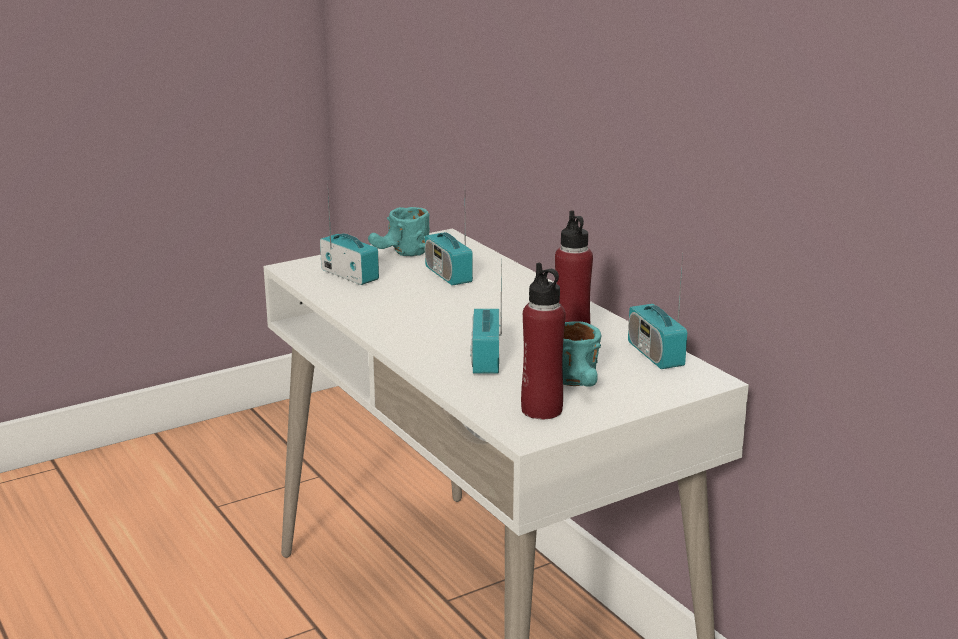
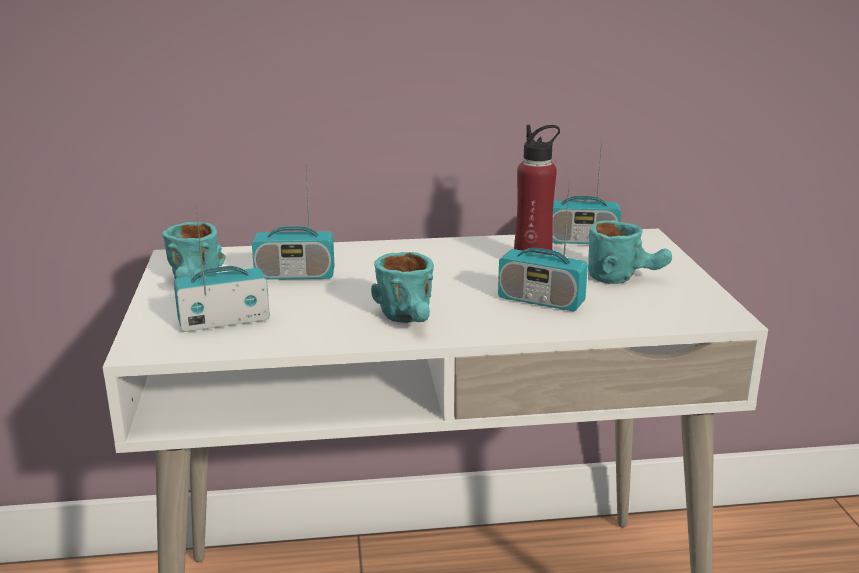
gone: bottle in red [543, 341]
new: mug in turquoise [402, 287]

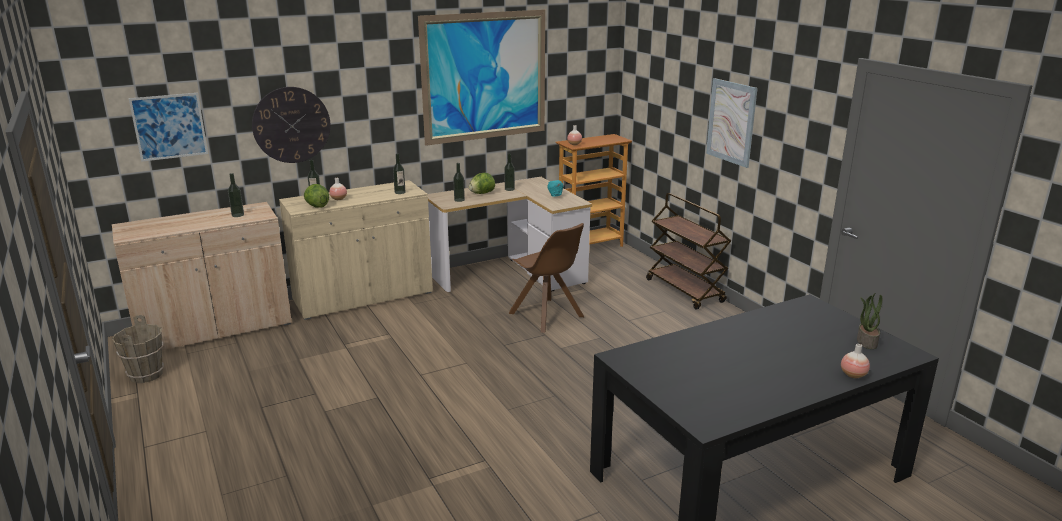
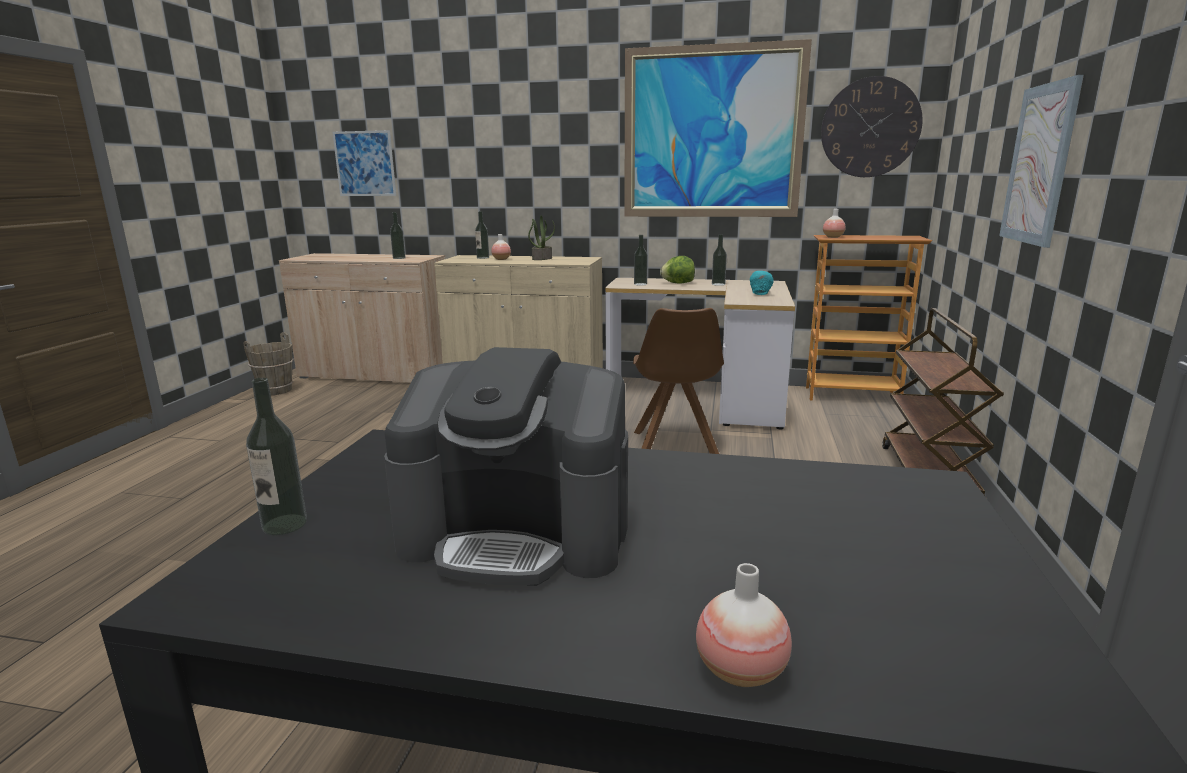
gone: lettuce [316, 196]
new: coffee machine [506, 466]
shifted: wall clock [291, 125] to [872, 126]; bottle [399, 173] to [276, 456]; potted plant [869, 321] to [541, 237]

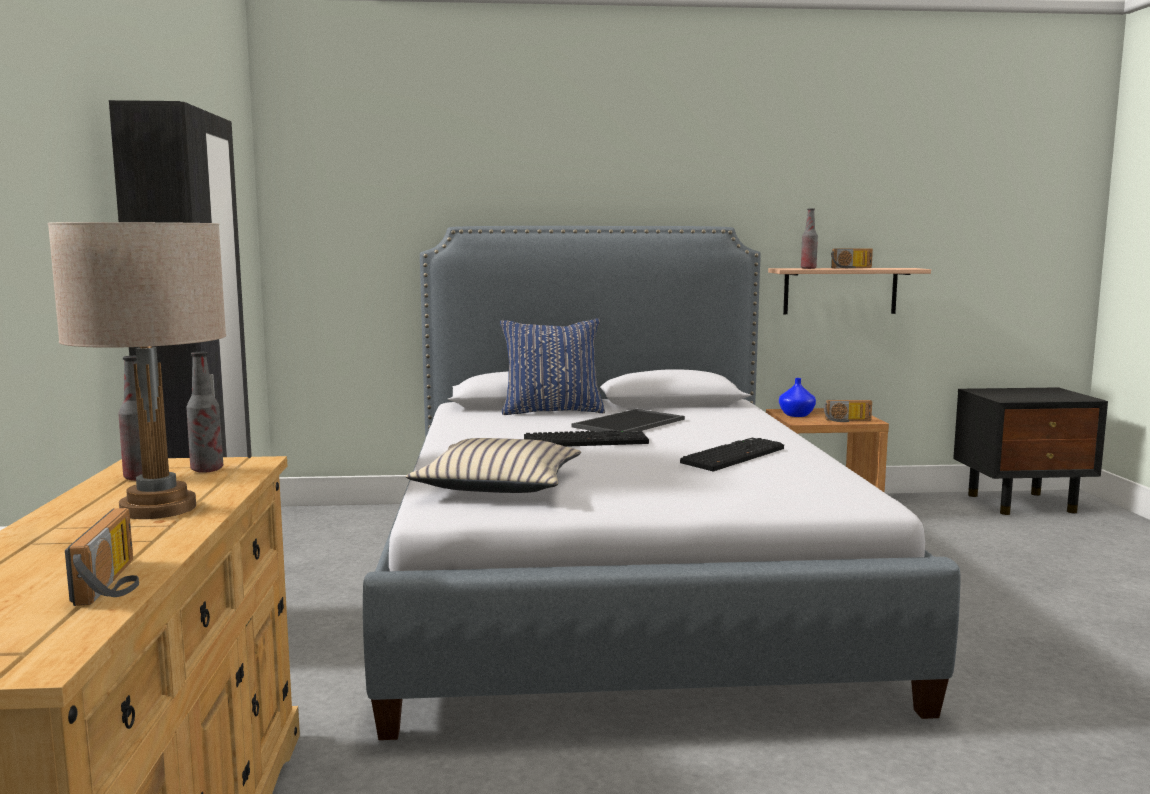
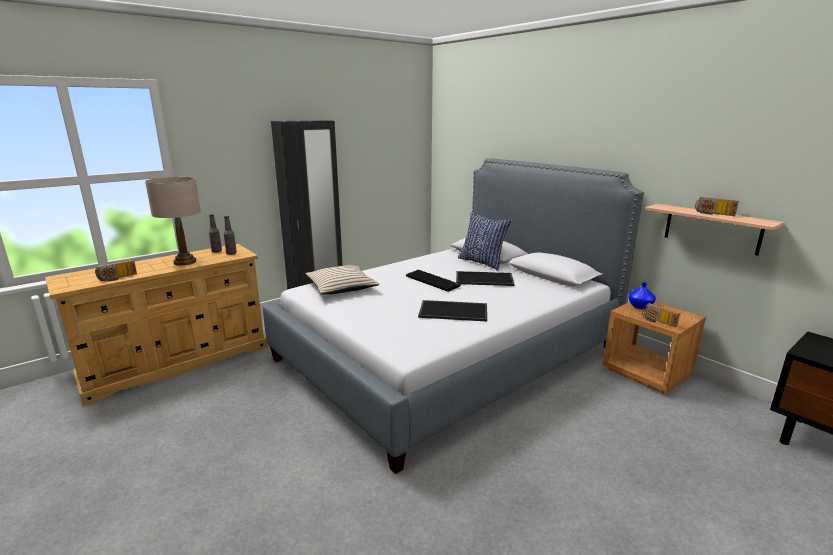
gone: bottle [809, 238]
swapped: keyboard [732, 454] to tray [452, 311]

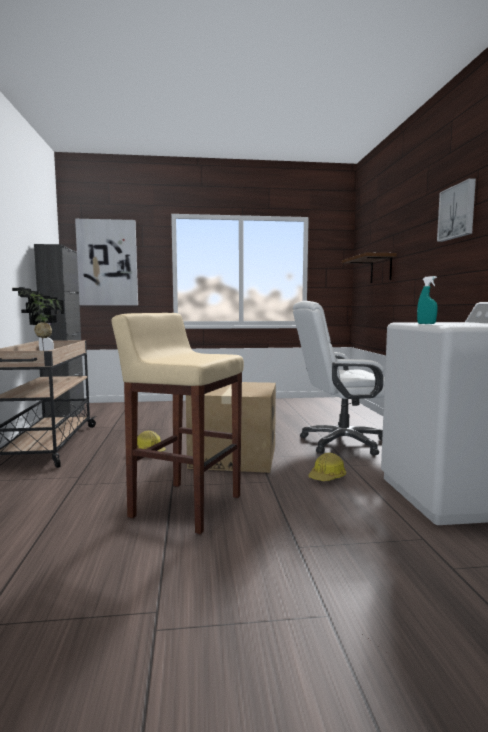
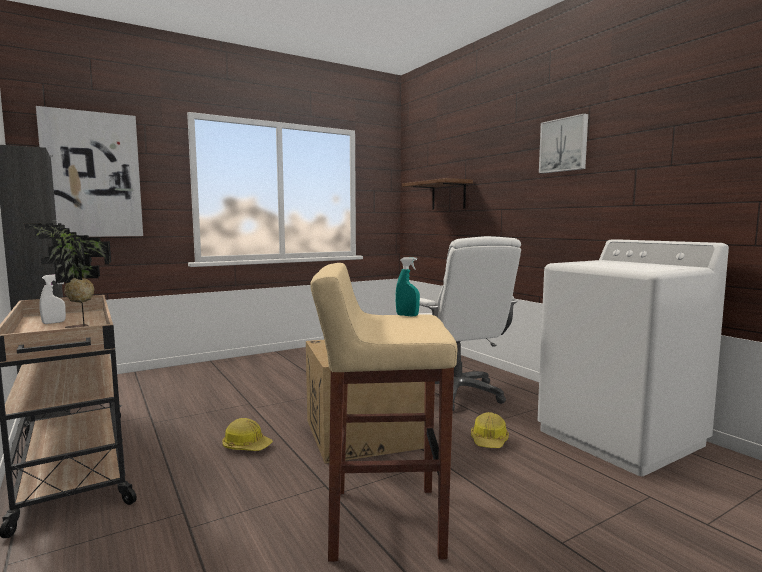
shifted: spray bottle in turquoise [427, 300] to [407, 287]
rotated: office chair in white [339, 378] = [469, 323] 75 degrees counterclockwise

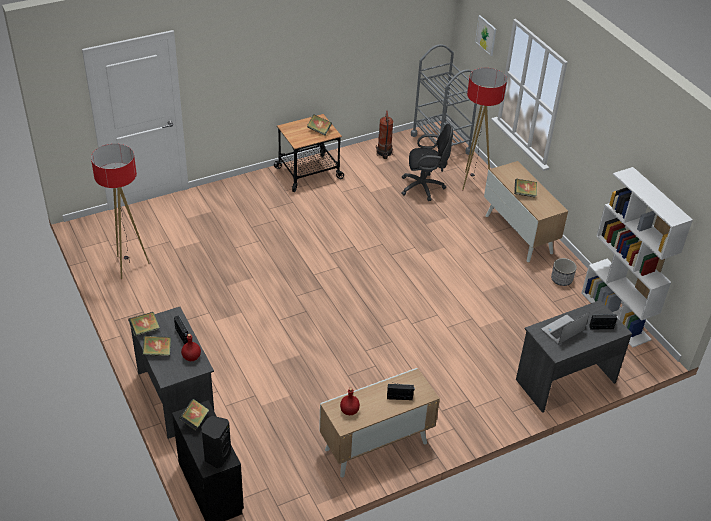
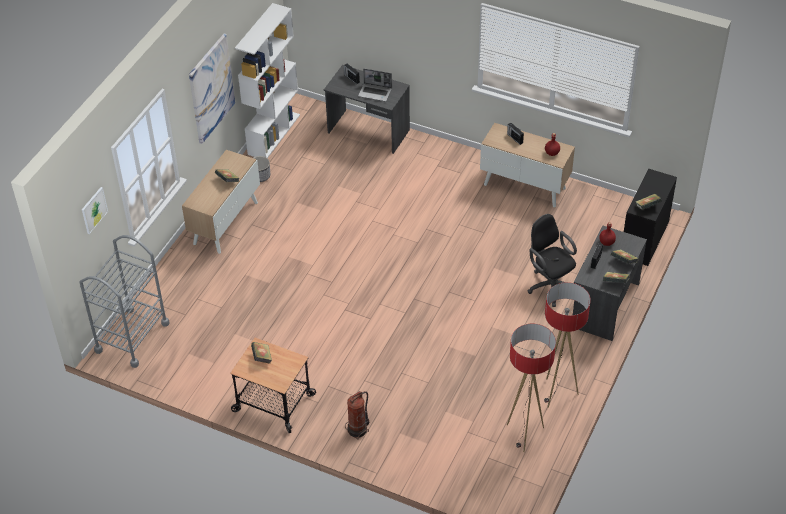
gone: speaker in black [216, 442]
new: picture [212, 88]
shifted: fire extinguisher [385, 134] to [357, 415]; office chair in black [427, 162] to [552, 260]; floor lamp [484, 129] to [567, 345]

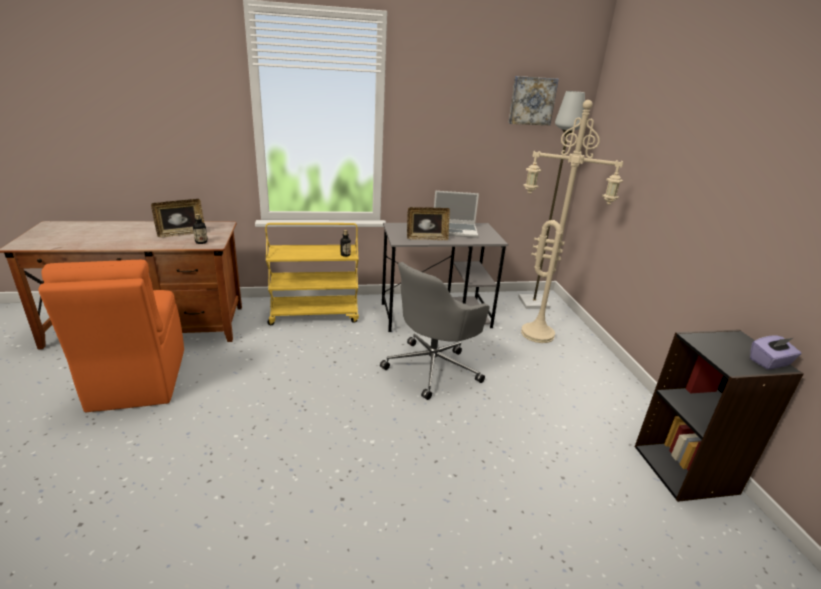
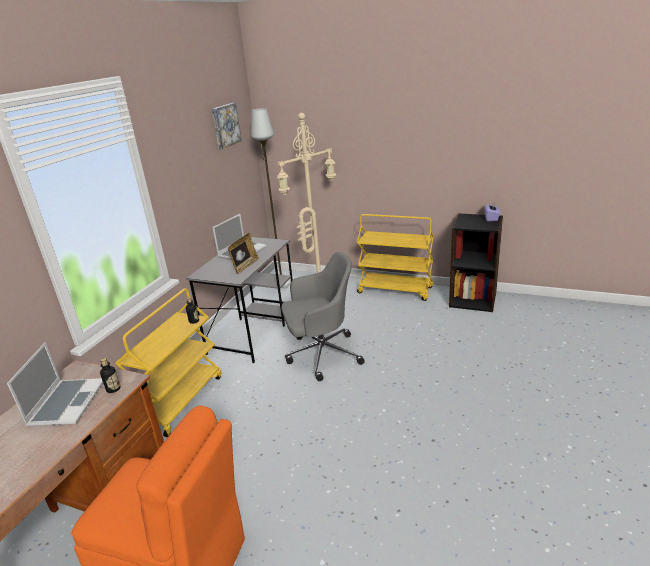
new: cart in yellow [395, 257]
swapped: picture frame [178, 218] to laptop [55, 384]
rotated: office chair in grey [435, 331] = [323, 316] 90 degrees counterclockwise

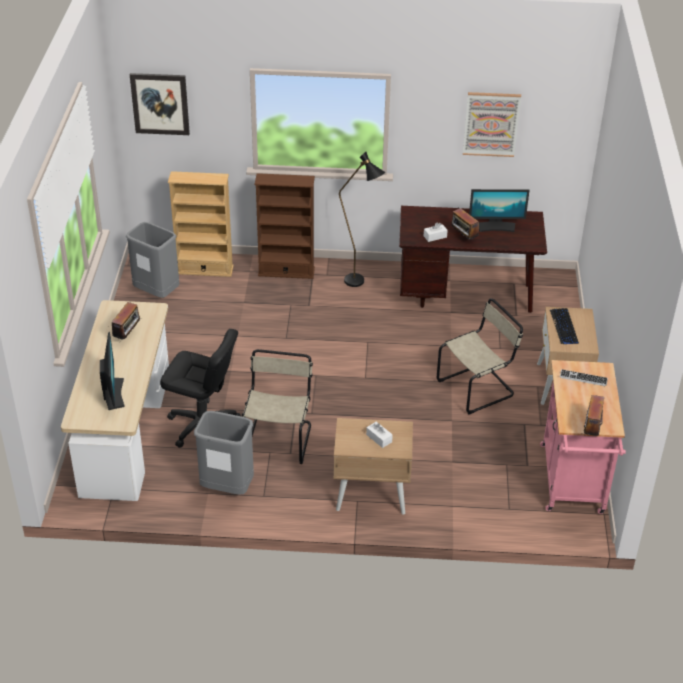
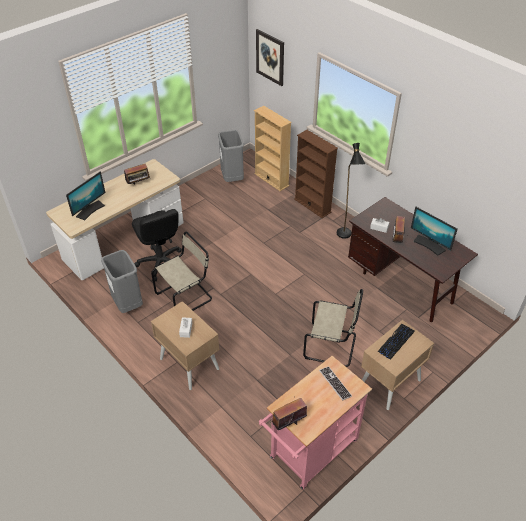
gone: picture [492, 124]

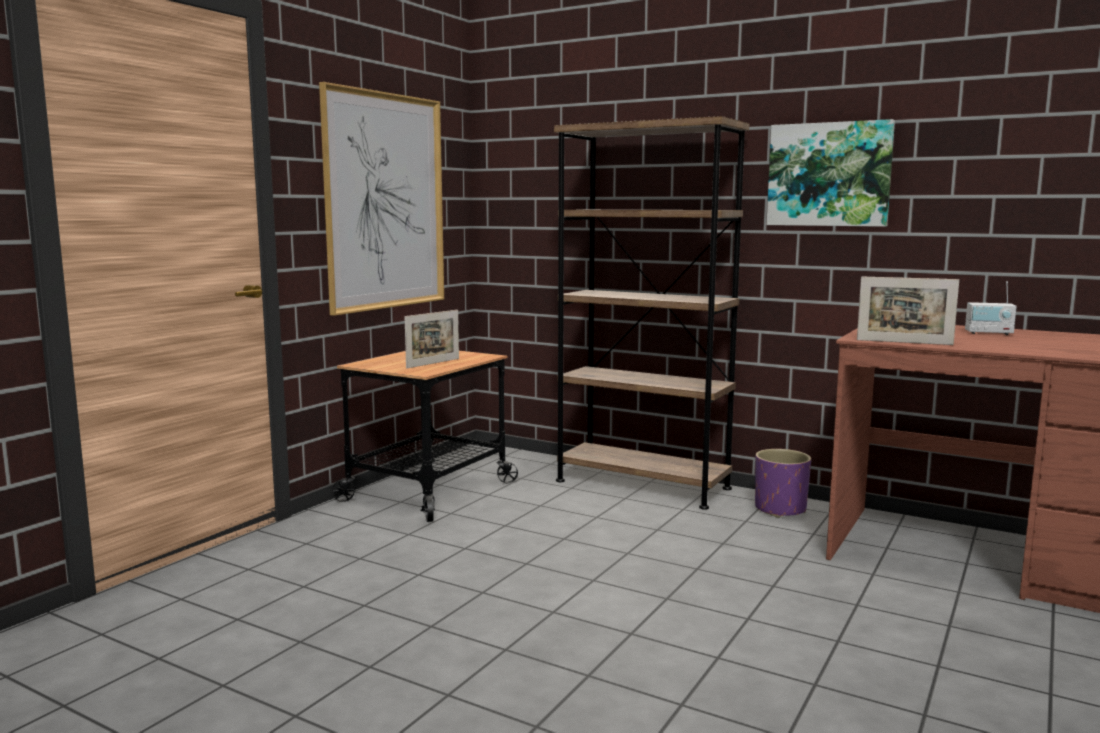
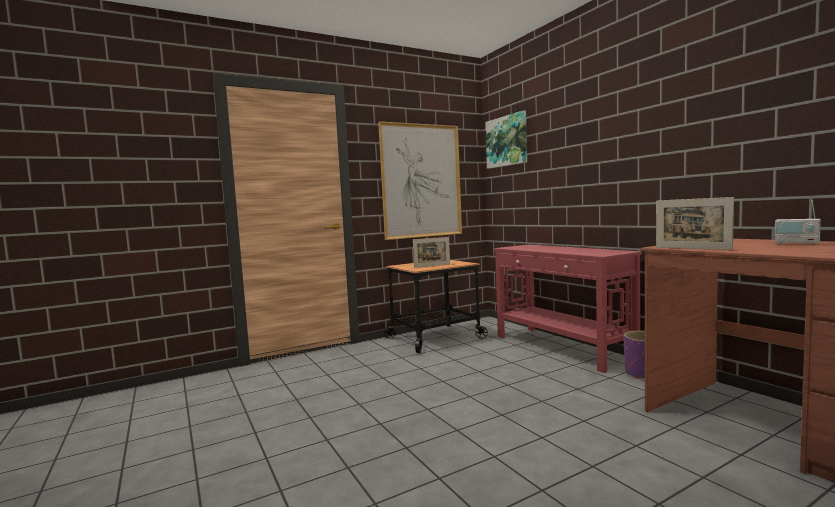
shifted: picture [831, 173] to [506, 139]
swapped: bookcase in brown [651, 313] to console table in red [568, 309]

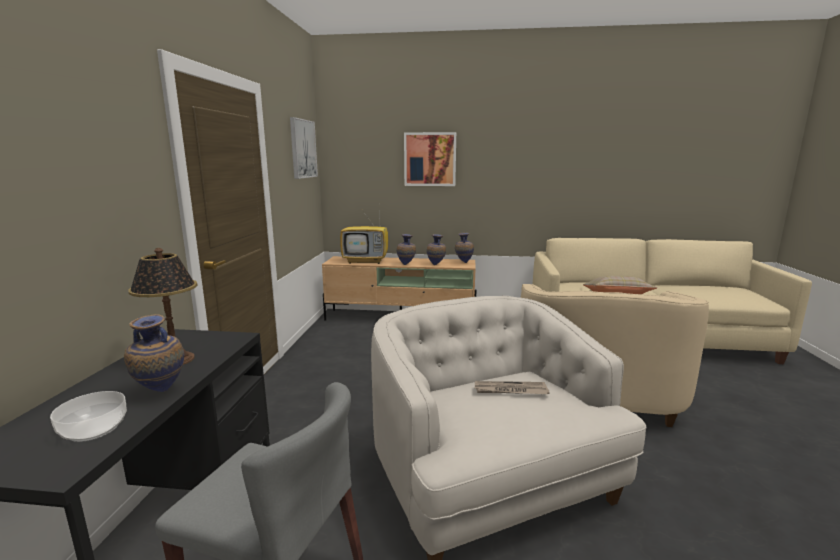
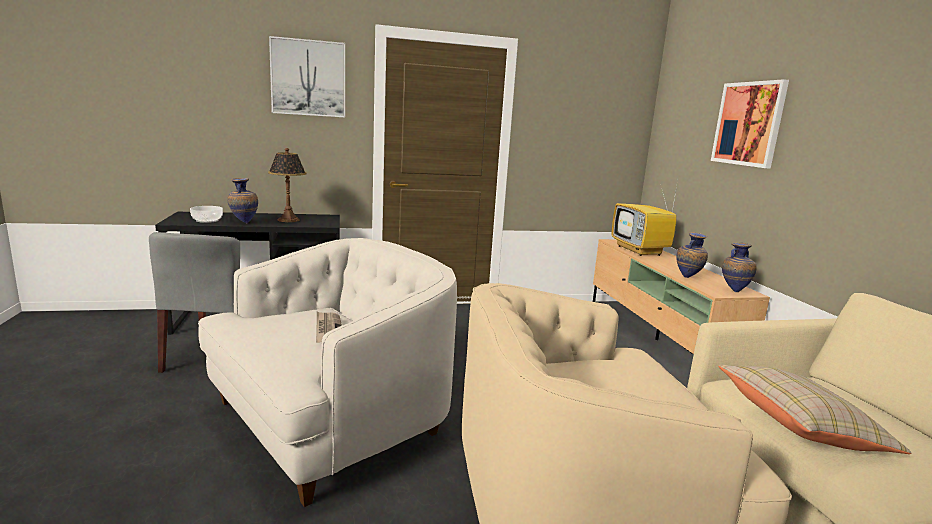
gone: vase [406, 249]
shifted: picture [304, 148] to [307, 76]

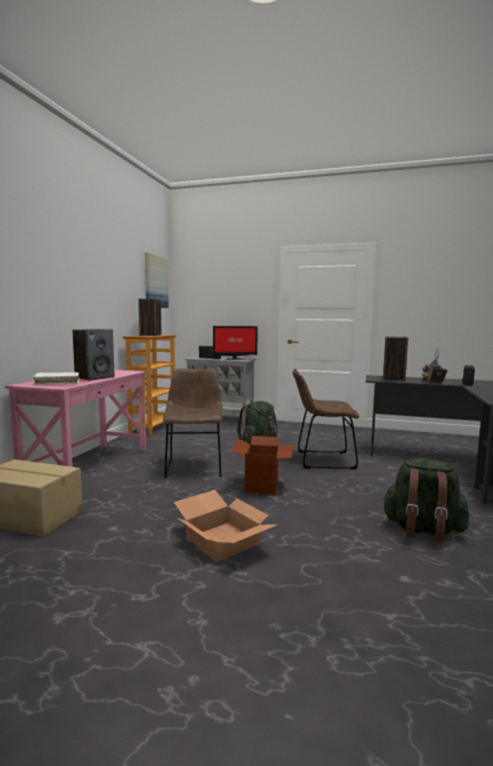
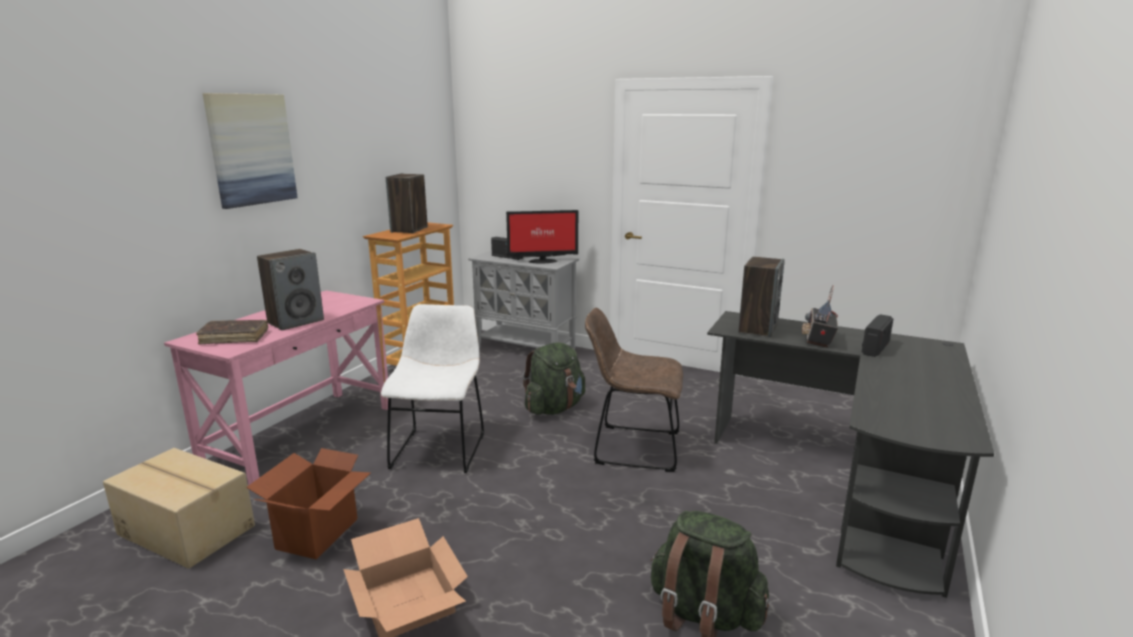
shifted: picture [157, 280] to [250, 151]; cardboard box [262, 465] to [308, 504]
repainted: book in white [56, 378] to book in brown [232, 332]; chair in brown [193, 423] to chair in white [432, 388]

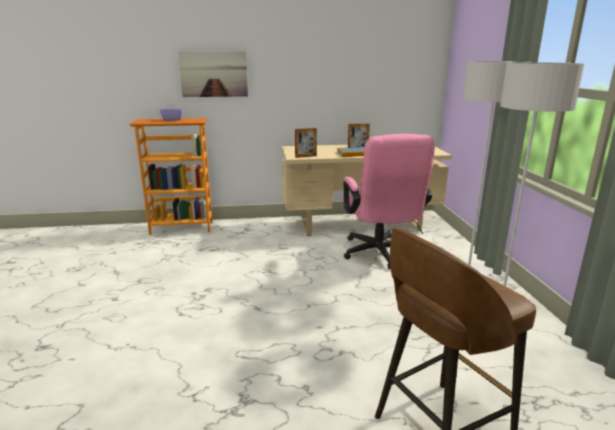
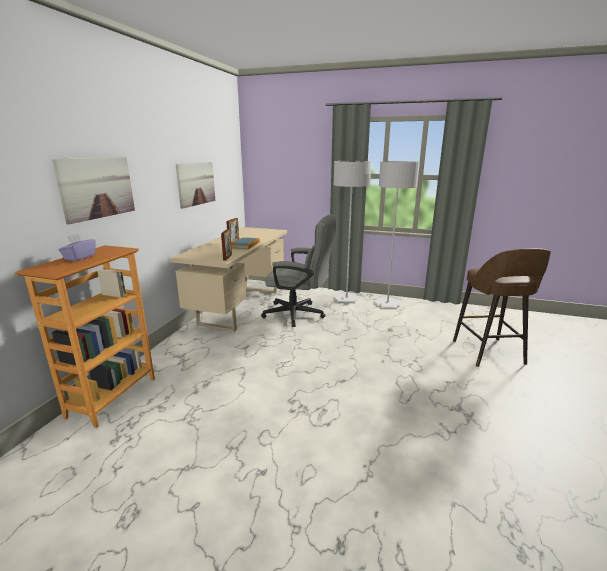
new: picture [195, 185]
repainted: office chair in pink [389, 201] to office chair in grey [298, 270]

